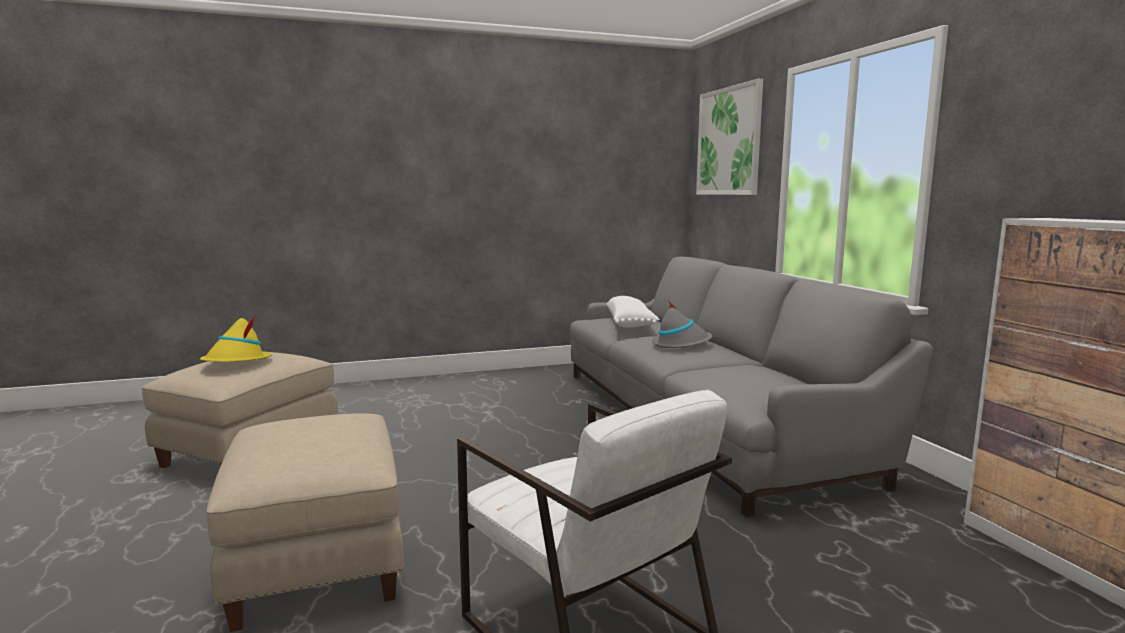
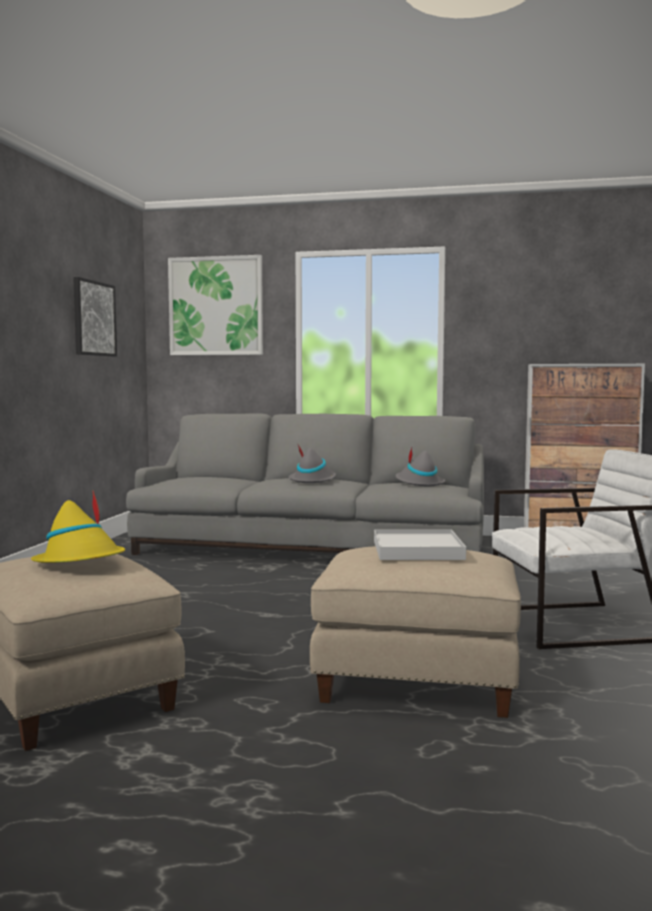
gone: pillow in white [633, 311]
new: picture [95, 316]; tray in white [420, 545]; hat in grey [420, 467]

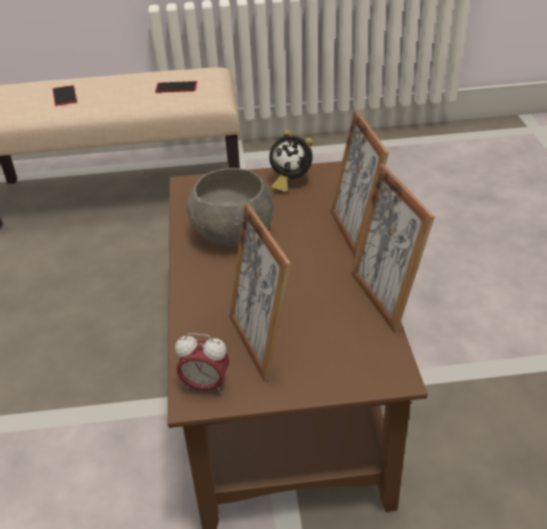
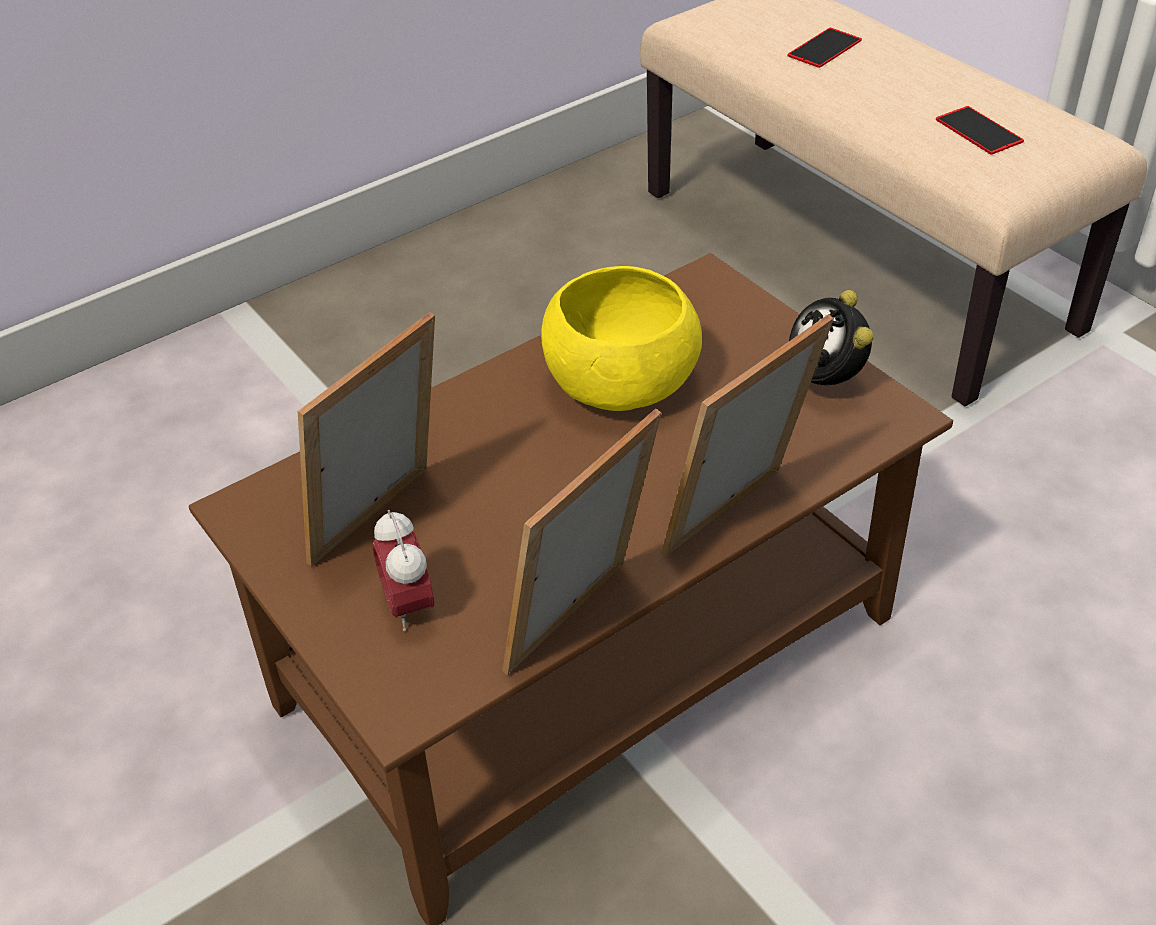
shifted: alarm clock [202, 363] to [403, 571]
repainted: bowl in grey [230, 207] to bowl in yellow [621, 338]

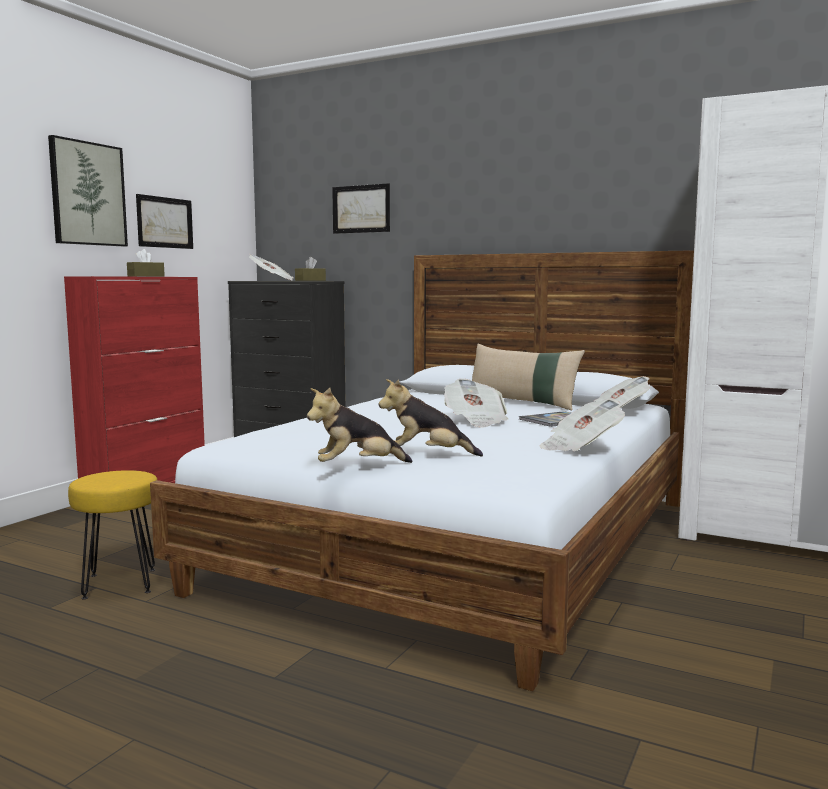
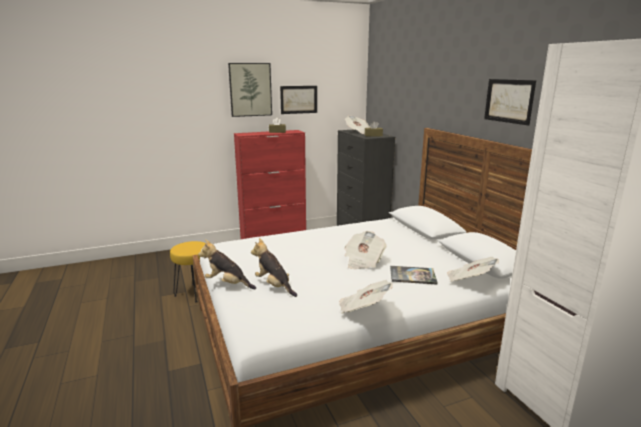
gone: pillow in beige [528, 377]
shifted: picture [361, 208] to [510, 102]

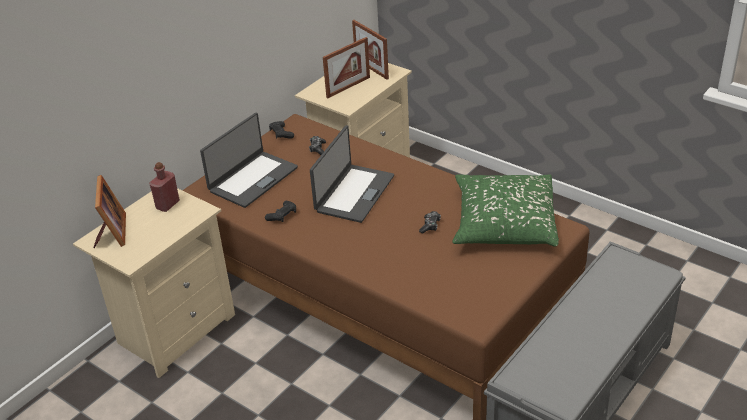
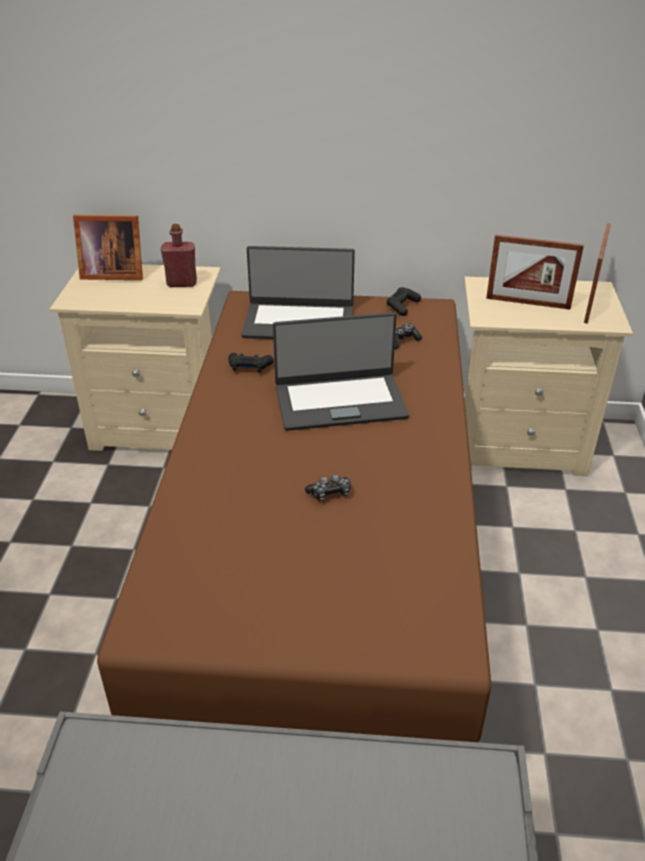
gone: pillow in green [505, 210]
rotated: picture frame [110, 211] = [108, 247] 45 degrees clockwise

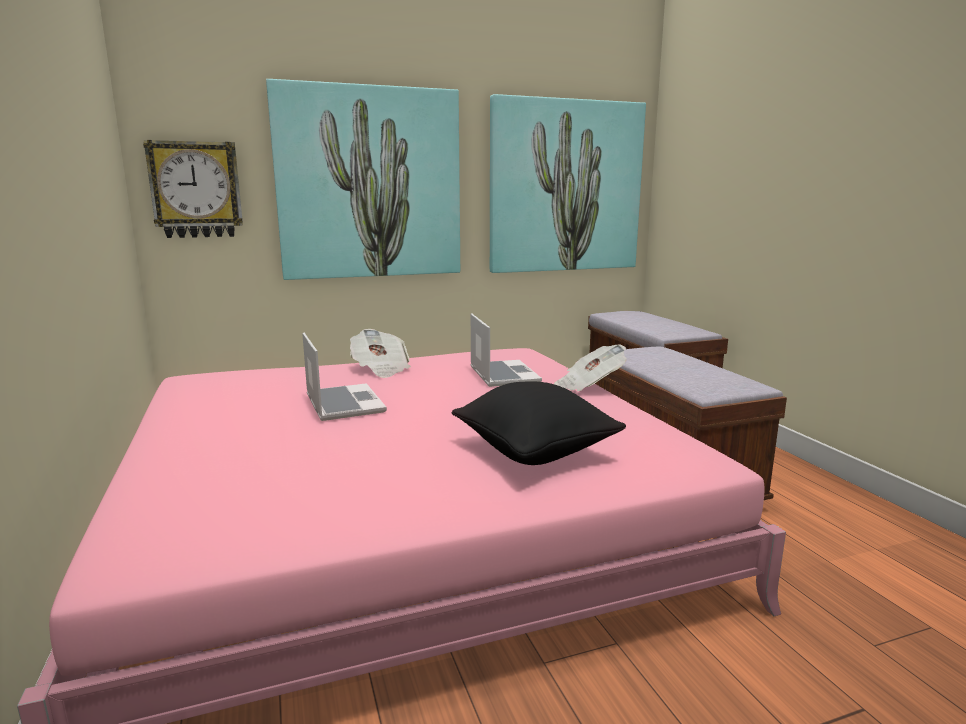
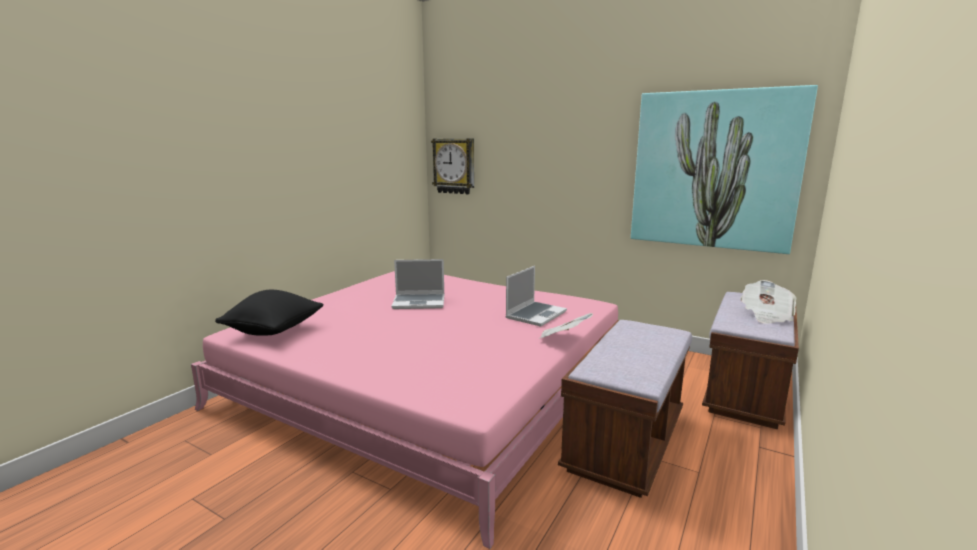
gone: picture [363, 179]
shifted: newspaper [380, 353] to [768, 302]; pillow in black [539, 423] to [269, 313]
rotated: laptop [344, 377] = [417, 284] 60 degrees clockwise

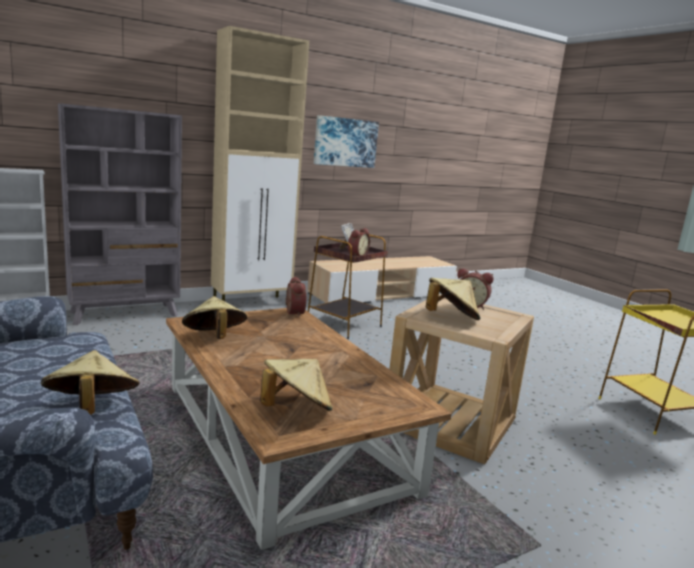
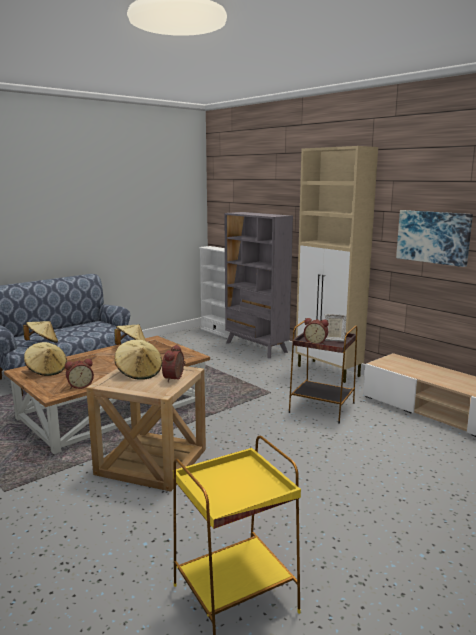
shifted: alarm clock [295, 297] to [79, 374]

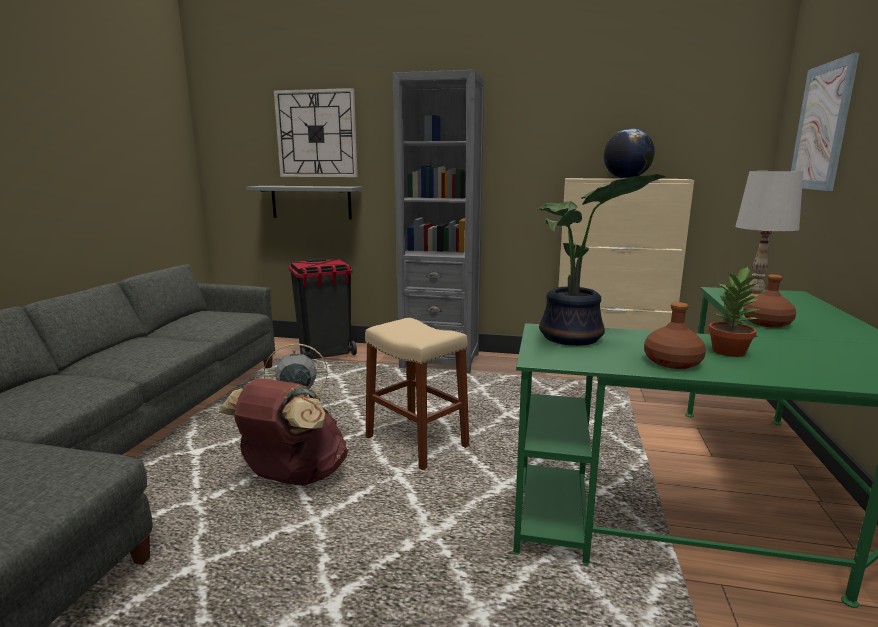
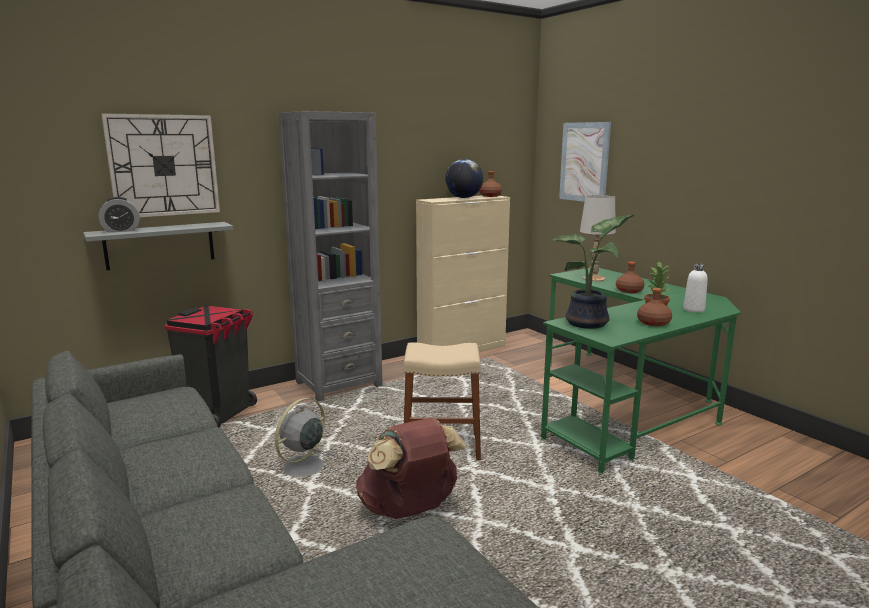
new: alarm clock [119, 215]; bottle in brown [490, 184]; bottle in white [695, 287]

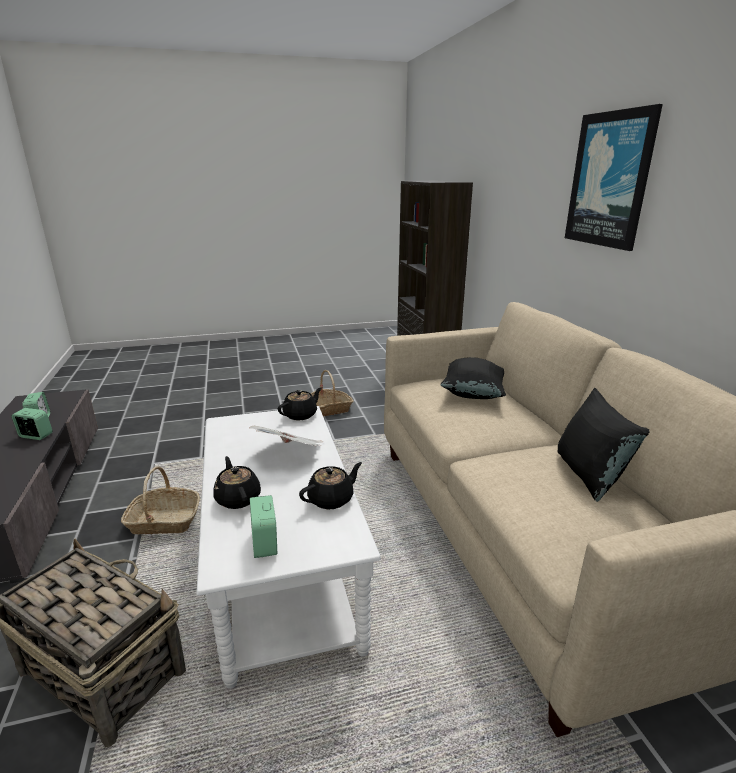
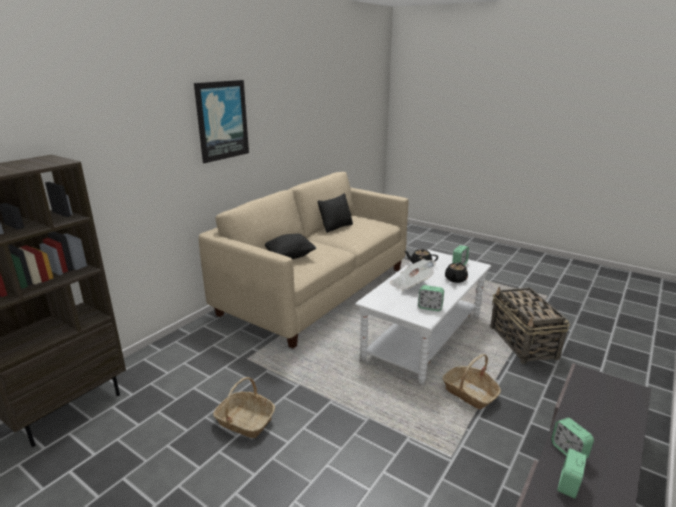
gone: teapot in black [300, 404]
new: alarm clock [431, 298]

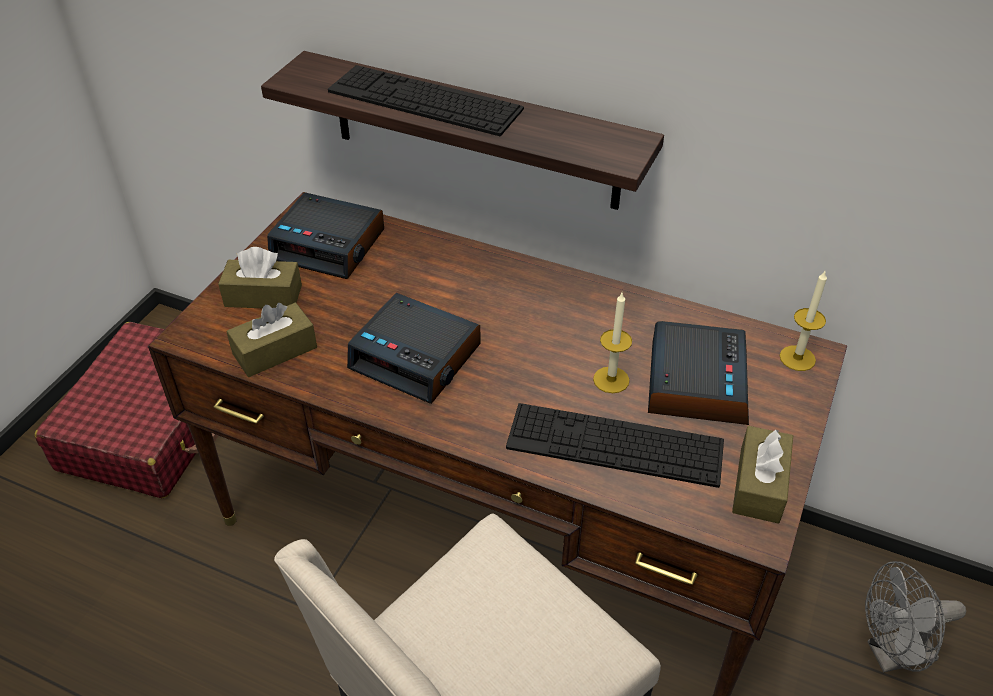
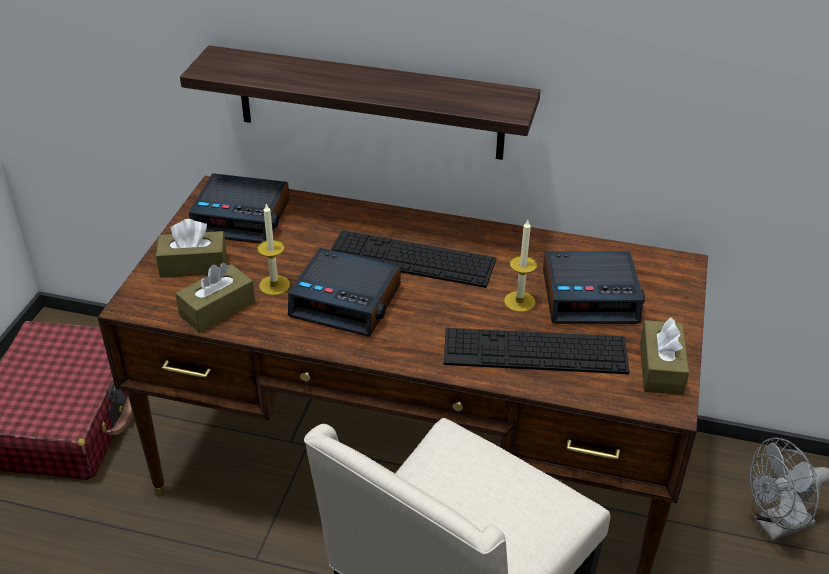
shifted: keyboard [426, 100] to [413, 259]; candle [803, 321] to [273, 249]
rotated: alarm clock [698, 373] = [594, 287] 90 degrees clockwise

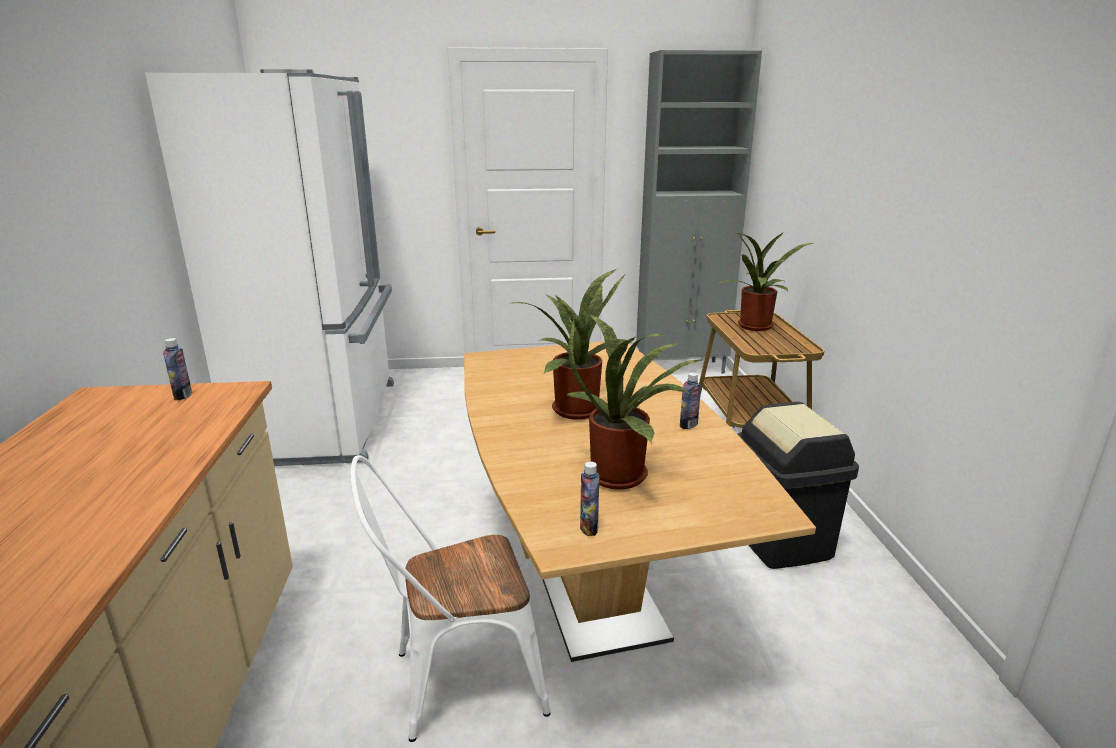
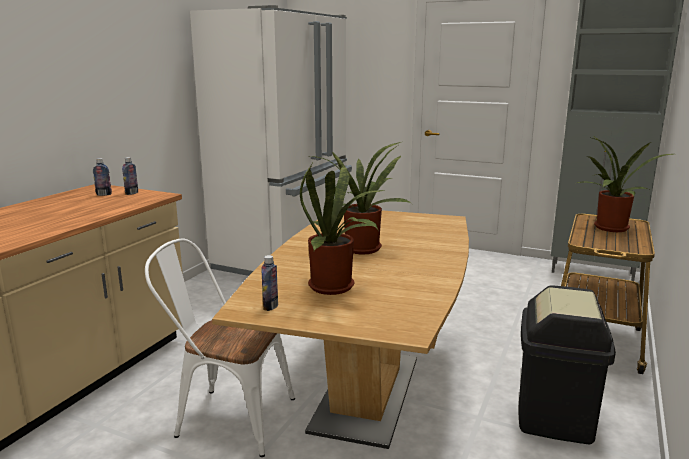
shifted: bottle [690, 400] to [102, 177]

